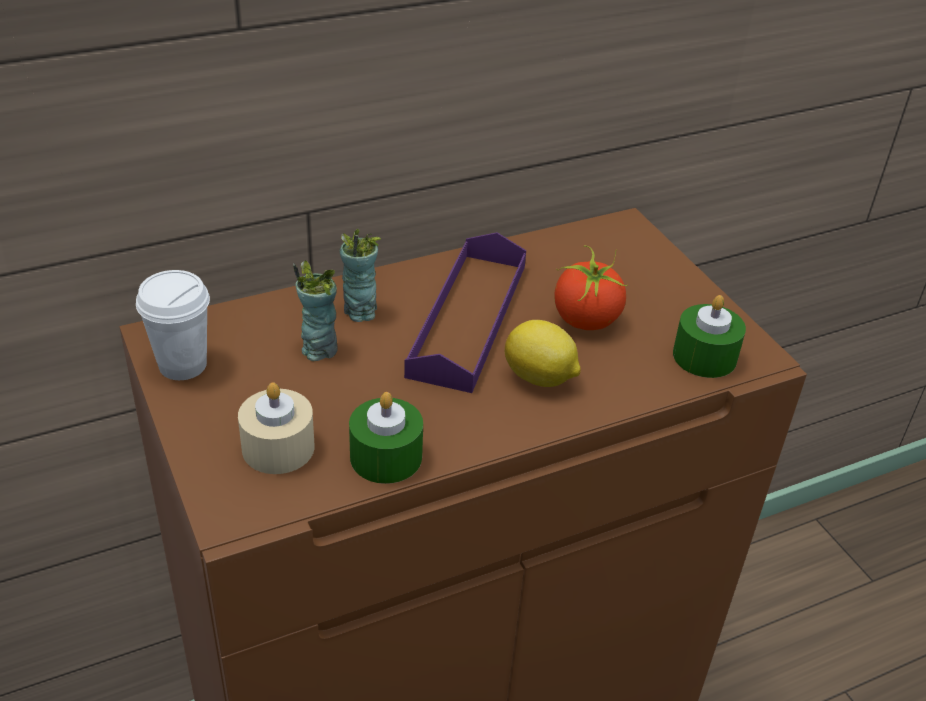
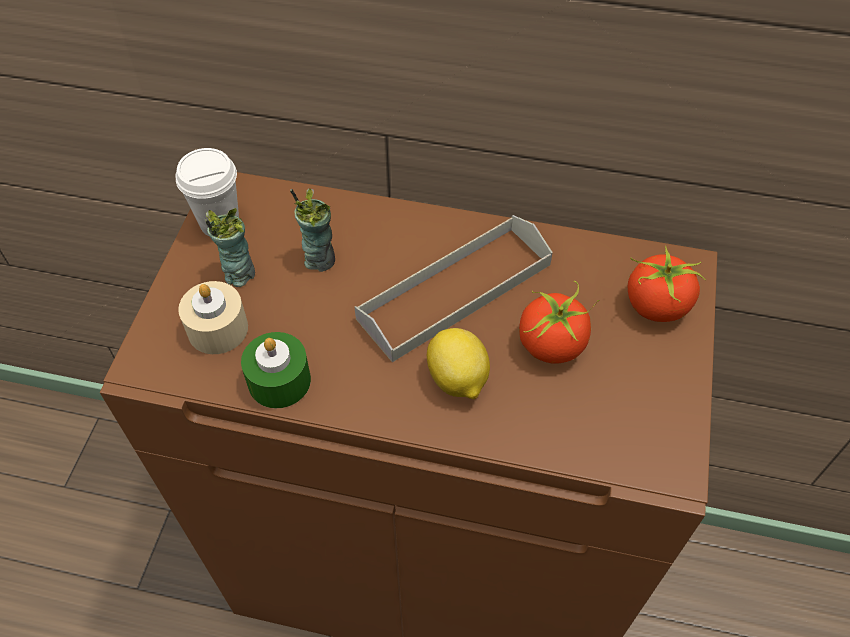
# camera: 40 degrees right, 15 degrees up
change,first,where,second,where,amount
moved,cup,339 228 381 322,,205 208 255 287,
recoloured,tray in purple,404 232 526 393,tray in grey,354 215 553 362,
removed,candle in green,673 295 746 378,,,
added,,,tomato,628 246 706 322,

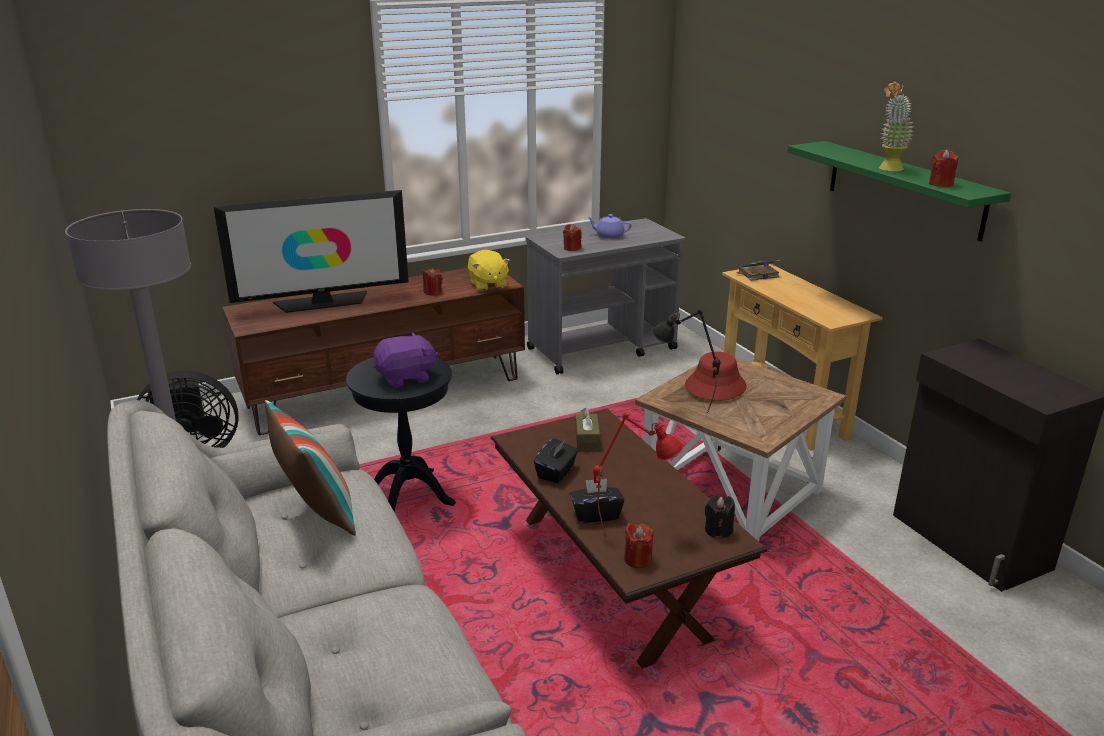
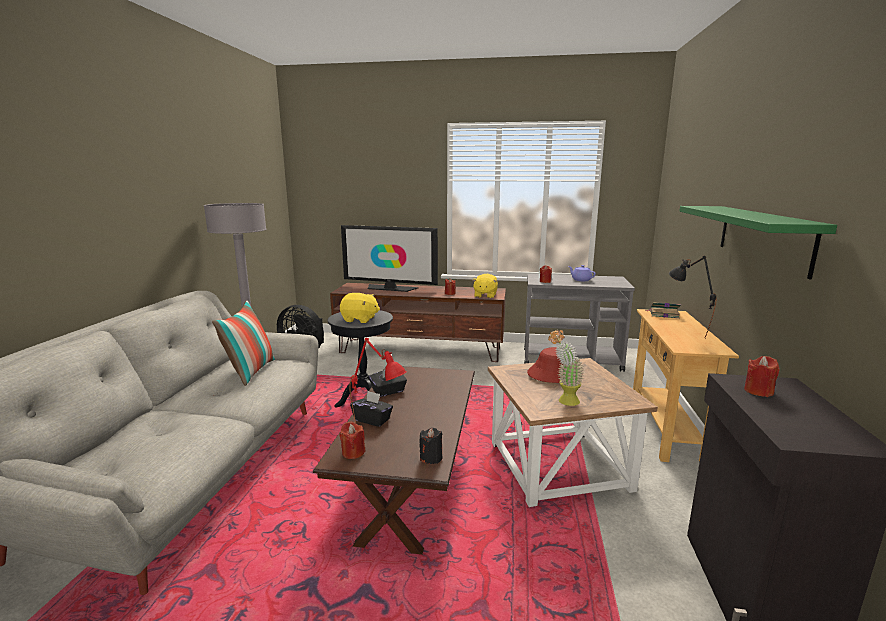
# camera: 35 degrees right, 10 degrees down
change,first,where,second,where,amount
recoloured,plush toy in purple,373 332 438 388,plush toy in yellow,340 293 380 323,
removed,tissue box in brown,575 408 600 450,,,
moved,table lamp in black,652 309 721 412,,669 255 717 338,
moved,potted plant,879 81 914 171,,548 329 584 406,
moved,candle in red,929 149 958 187,,744 356 780 397,

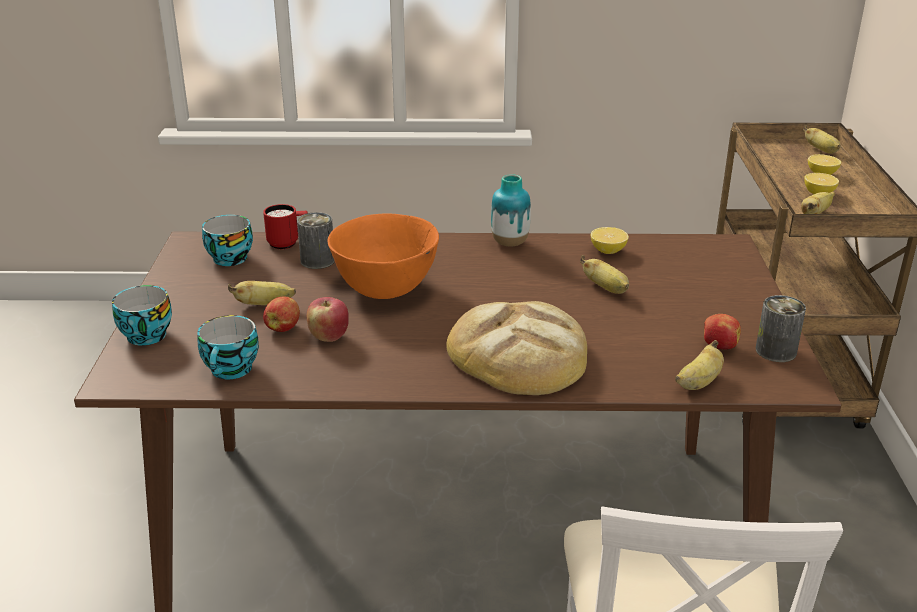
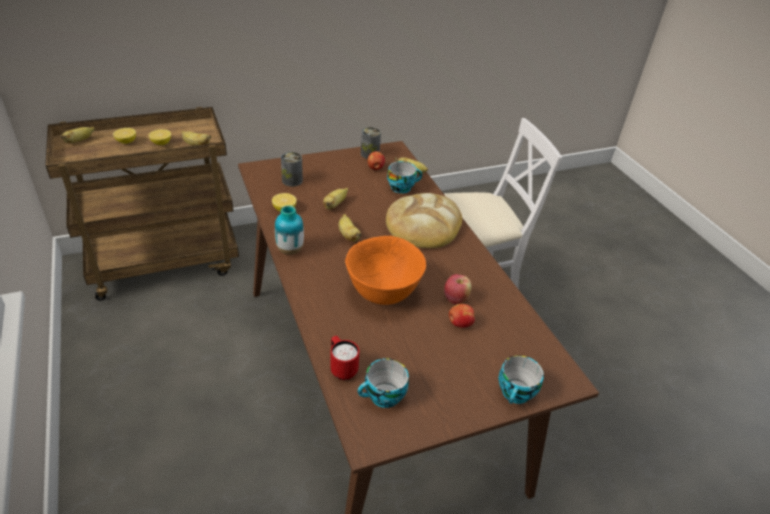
# camera: 115 degrees left, 10 degrees up
change,first,where,second,where,amount
moved,cup,197 315 259 379,,387 161 422 194,
moved,banana,228 281 296 305,,339 214 362 242,
moved,can,297 212 335 269,,281 152 303 187,

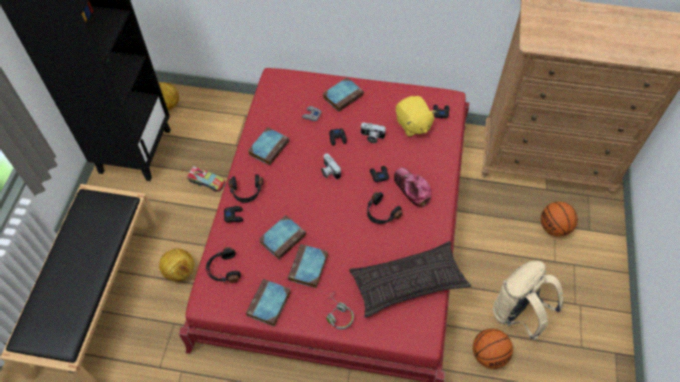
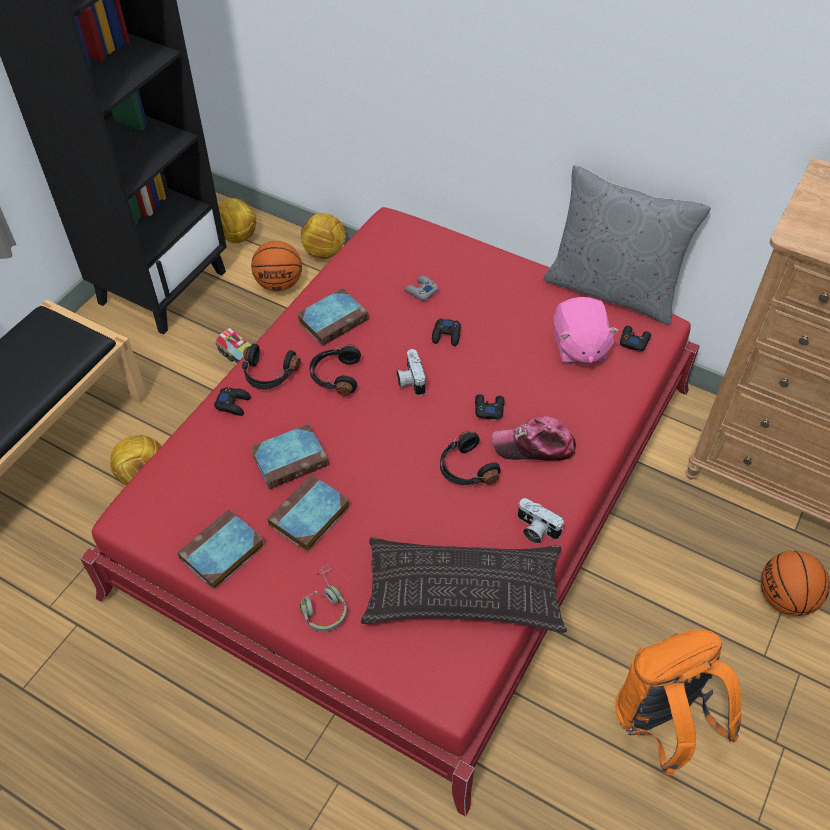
# camera: 20 degrees right, 5 degrees down
change,first,where,second,where,amount
moved,headphones in black,206 247 241 283,,309 345 361 396,
removed,book,323 77 364 112,,,
moved,photo camera,361 123 386 143,,518 498 564 544,
turned,cap,394 168 431 208,,492 416 576 461,75 degrees counterclockwise
recoloured,plush toy in yellow,396 96 436 136,plush toy in pink,554 297 619 364,
moved,basketball,473 329 513 369,,251 241 302 292,
recoloured,backpack in beige,493 261 563 340,backpack in orange,615 629 741 776,
added,,,football,301 213 346 259,
added,,,pillow in grey,543 165 711 325,

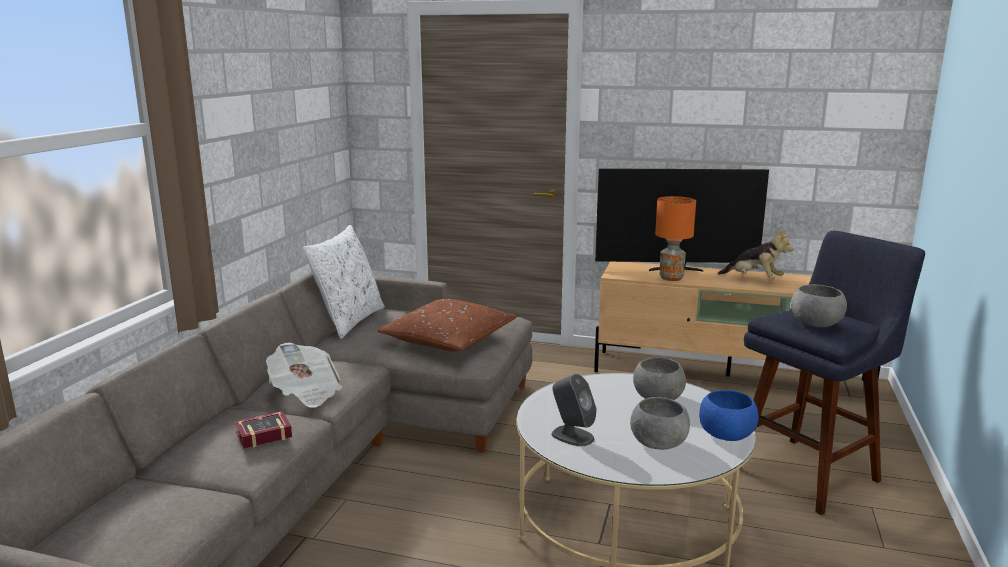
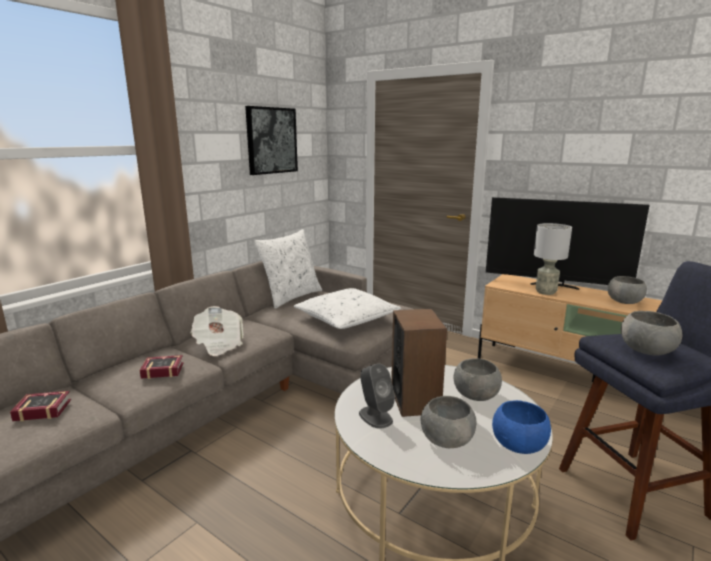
# camera: 20 degrees right, 0 degrees up
change,first,where,second,where,amount
recoloured,pillow in brown,377 299 517 351,pillow in white,294 288 401 329,
recoloured,table lamp in orange,655 196 696 281,table lamp in grey,534 223 572 295,
replaced,plush toy,718 230 793 279,bowl in grey,607 276 647 304,
added,,,book,10 391 71 421,
added,,,picture,245 106 298 175,
added,,,speaker,391 309 447 417,

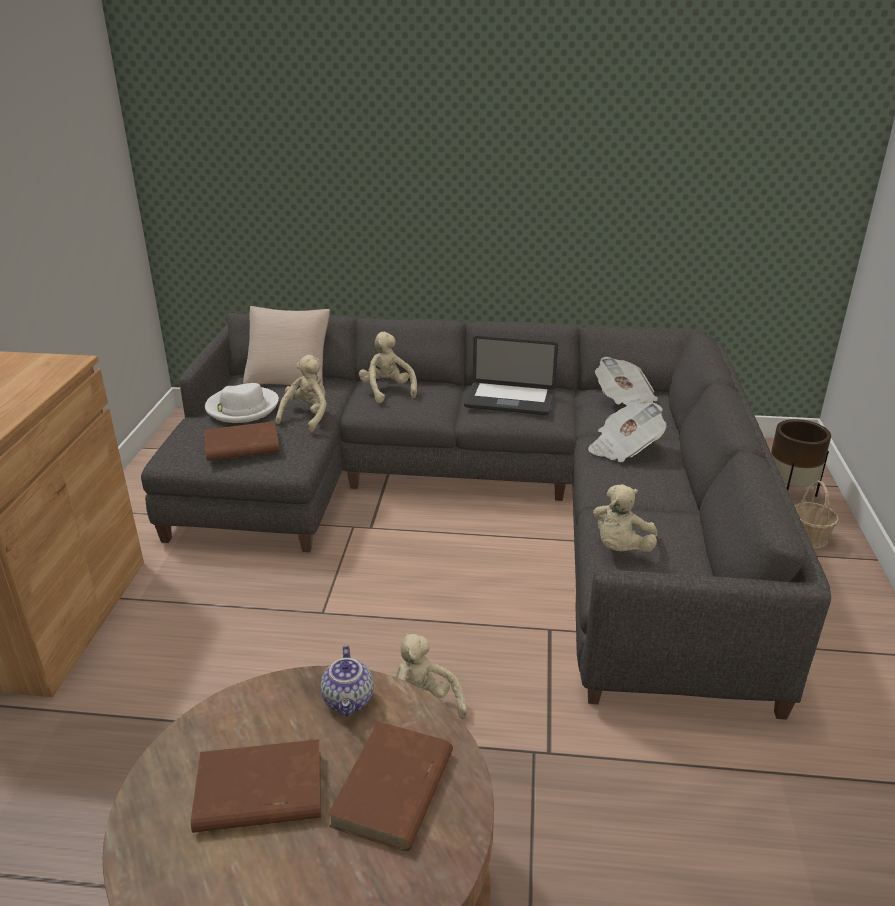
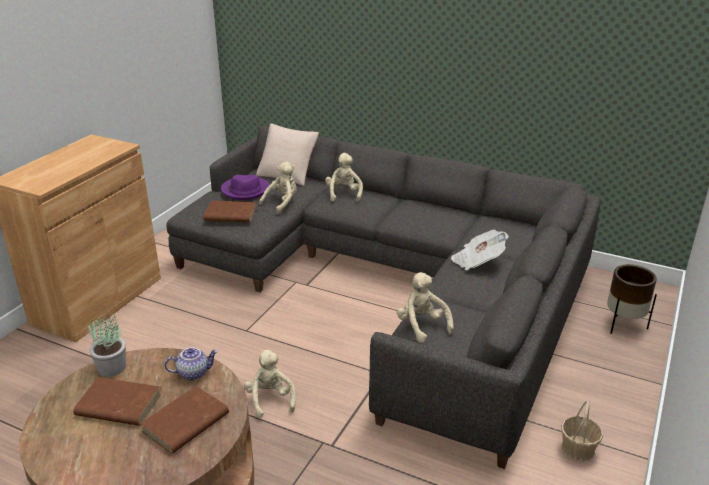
# camera: 20 degrees right, 0 degrees up
change,first,where,second,where,amount
recoloured,hat in white,205 383 279 423,hat in purple,221 175 269 200,
turned,teapot,321 645 374 717,,164 348 218 380,120 degrees counterclockwise
removed,laptop,464 336 558 415,,,
turned,plush toy in beige,593 484 657 552,,397 272 454 343,105 degrees clockwise
removed,newspaper,595 357 658 406,,,
moved,basket,795 480 839 549,,561 400 603 462,
added,,,potted plant,87 315 126 377,

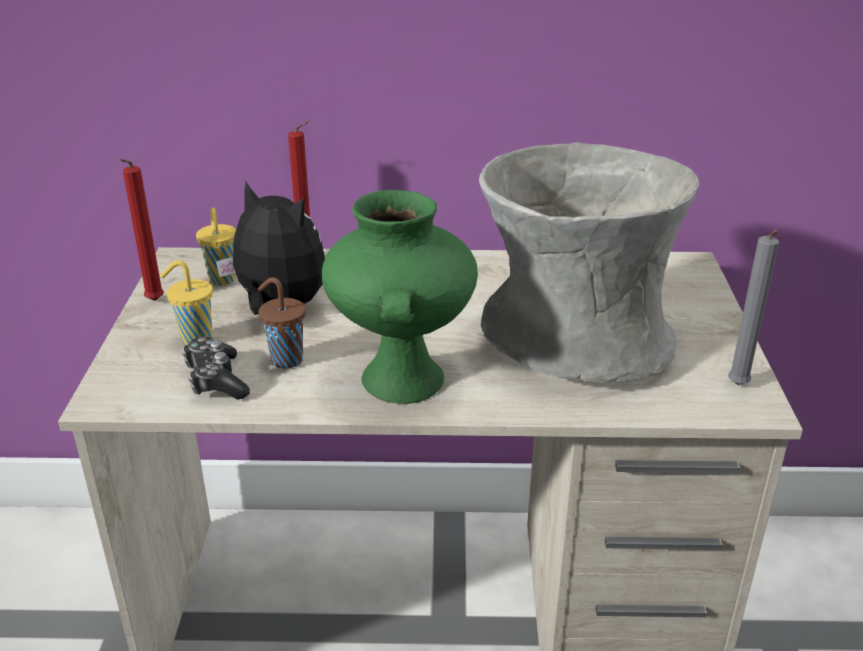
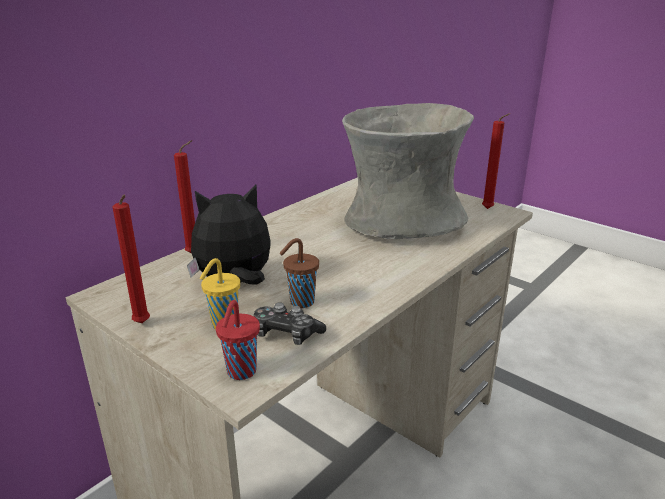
# camera: 50 degrees left, 5 degrees down
change,first,where,second,where,amount
removed,cup in yellow,196 207 236 286,,,
removed,vase in green,322 190 478 404,,,
recoloured,candle in grey,728 230 779 385,candle in red,482 113 510 209,
added,,,cup in red,216 300 260 380,

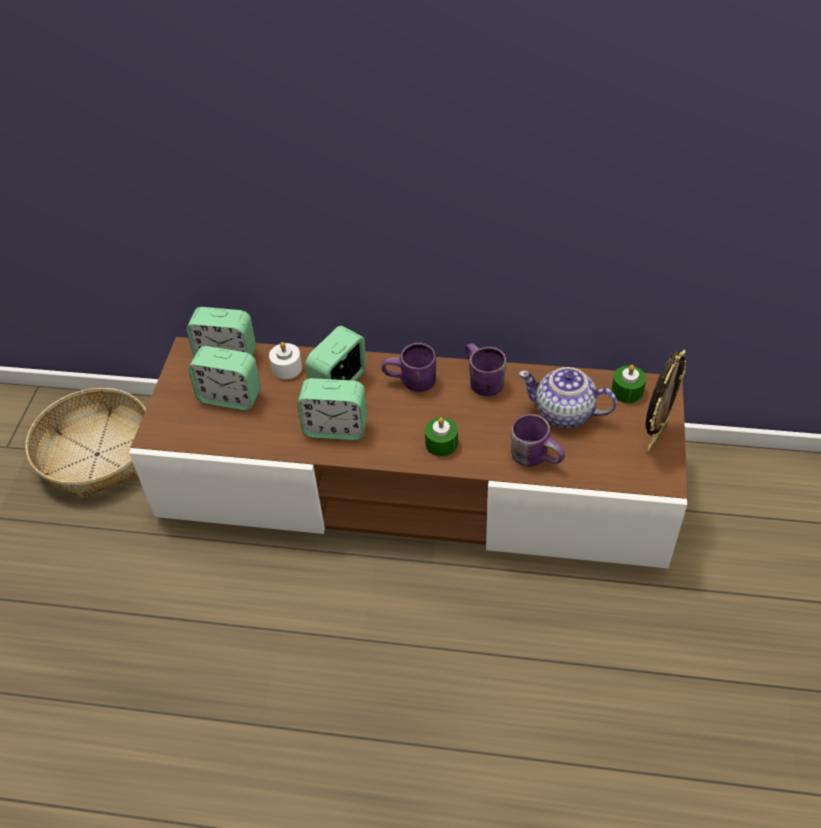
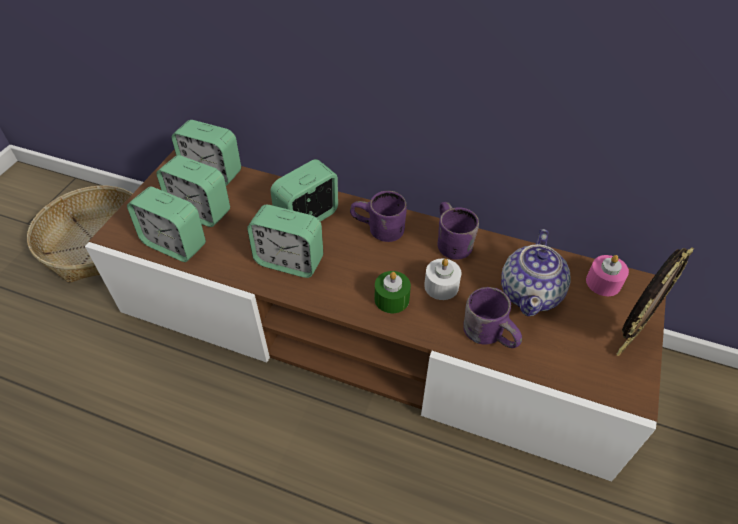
# camera: 10 degrees right, 0 degrees up
change,first,where,second,where,amount
moved,candle in white,269 342 302 379,,424 259 461 300,
turned,teapot,519 367 617 428,,501 229 571 316,105 degrees counterclockwise
recoloured,candle in green,611 365 646 403,candle in pink,586 255 629 296,
added,,,alarm clock,127 187 206 262,

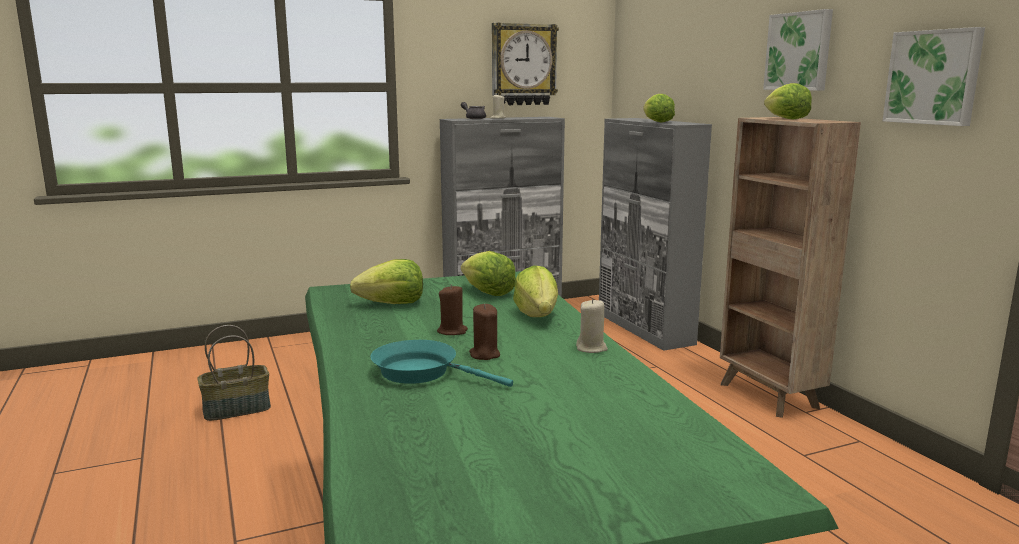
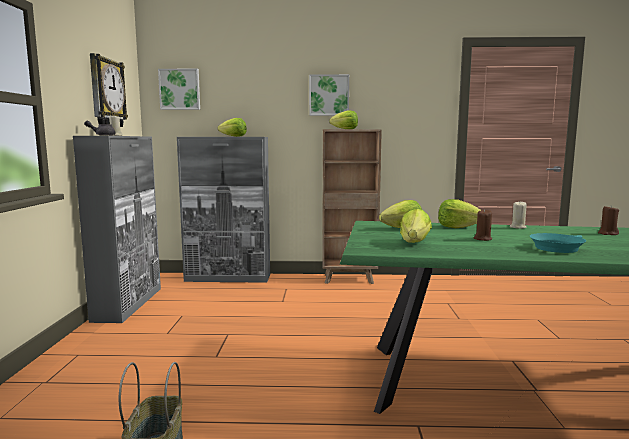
# camera: 65 degrees left, 5 degrees down
change,first,where,second,where,amount
moved,candle in brown,469 304 500 360,,598 206 619 235,
moved,picture,883 27 985 126,,158 69 200 110,

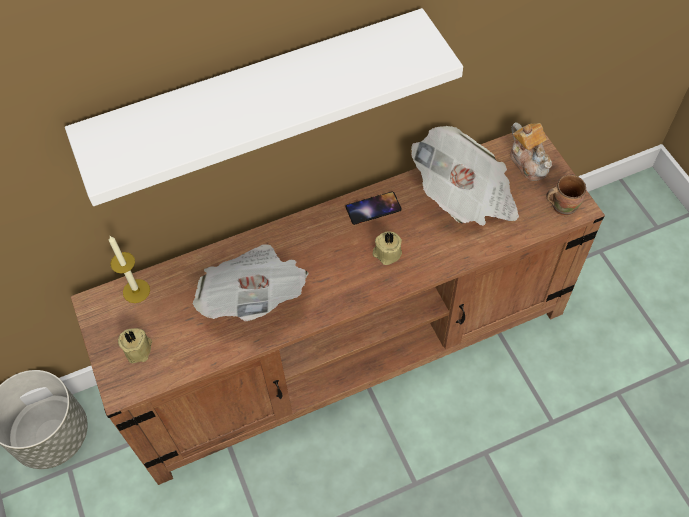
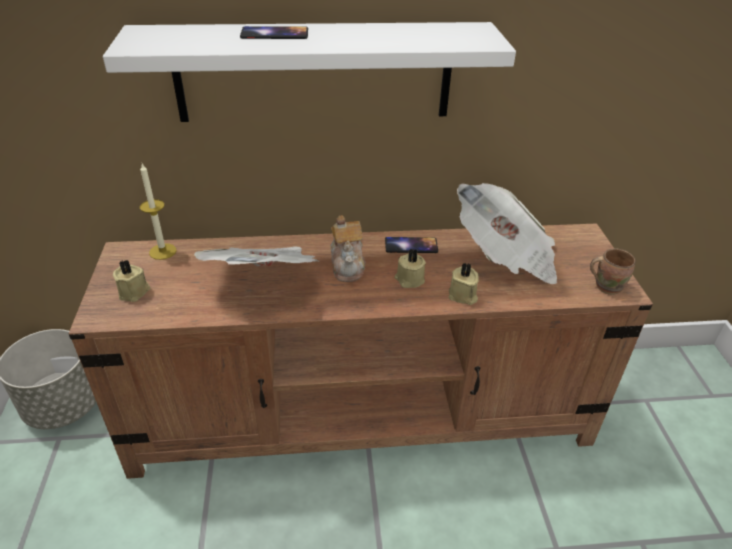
# camera: 15 degrees right, 20 degrees down
change,first,where,second,where,amount
moved,teapot,510 123 552 181,,331 215 366 282,
added,,,phone,240 26 308 39,
added,,,candle in beige,449 263 478 305,

